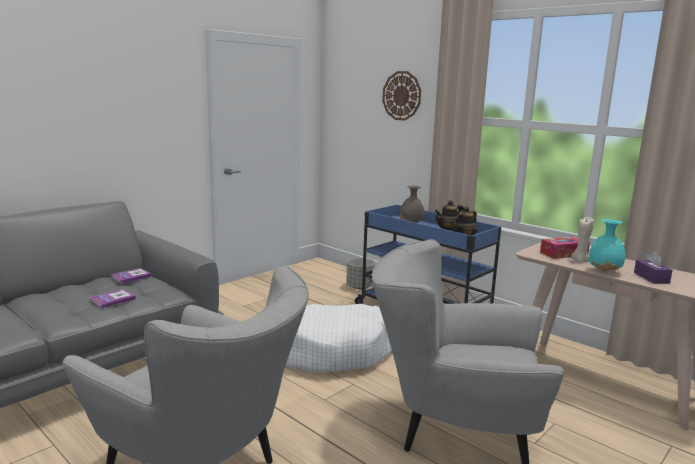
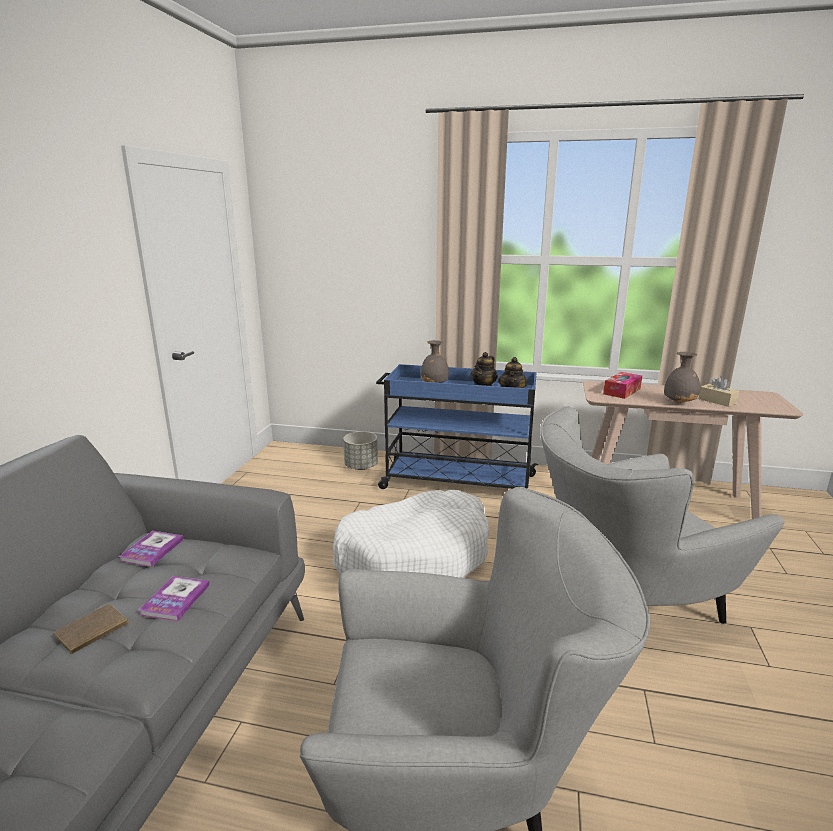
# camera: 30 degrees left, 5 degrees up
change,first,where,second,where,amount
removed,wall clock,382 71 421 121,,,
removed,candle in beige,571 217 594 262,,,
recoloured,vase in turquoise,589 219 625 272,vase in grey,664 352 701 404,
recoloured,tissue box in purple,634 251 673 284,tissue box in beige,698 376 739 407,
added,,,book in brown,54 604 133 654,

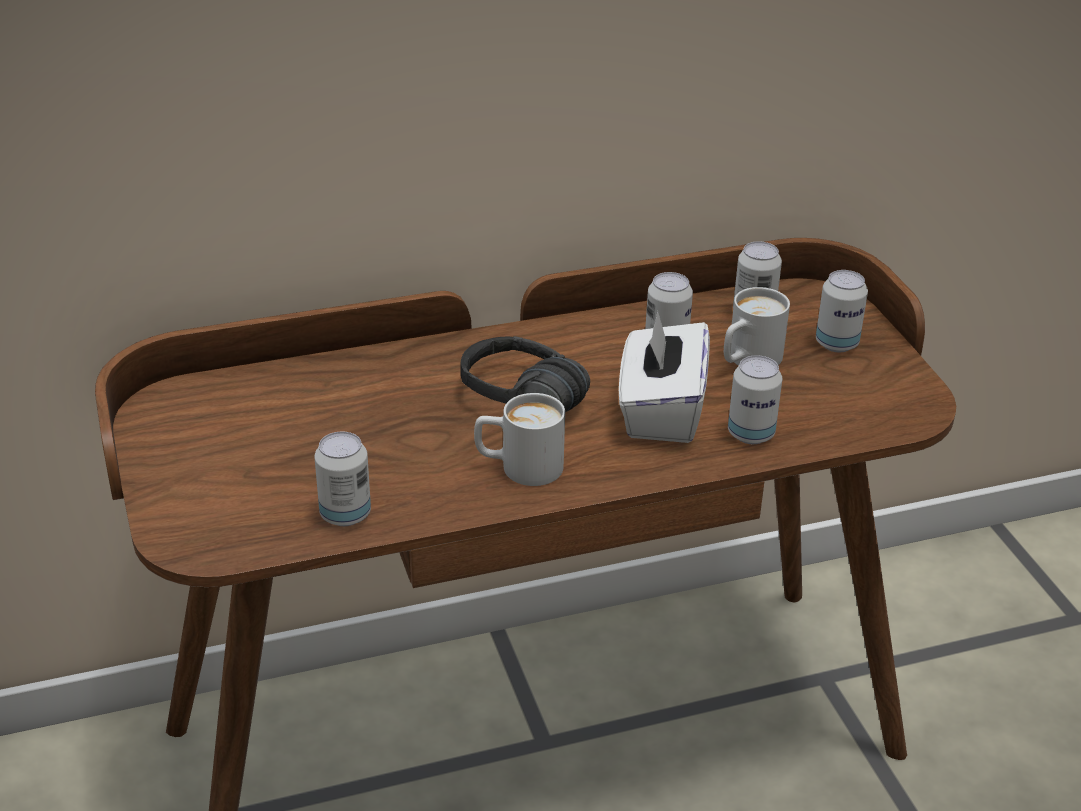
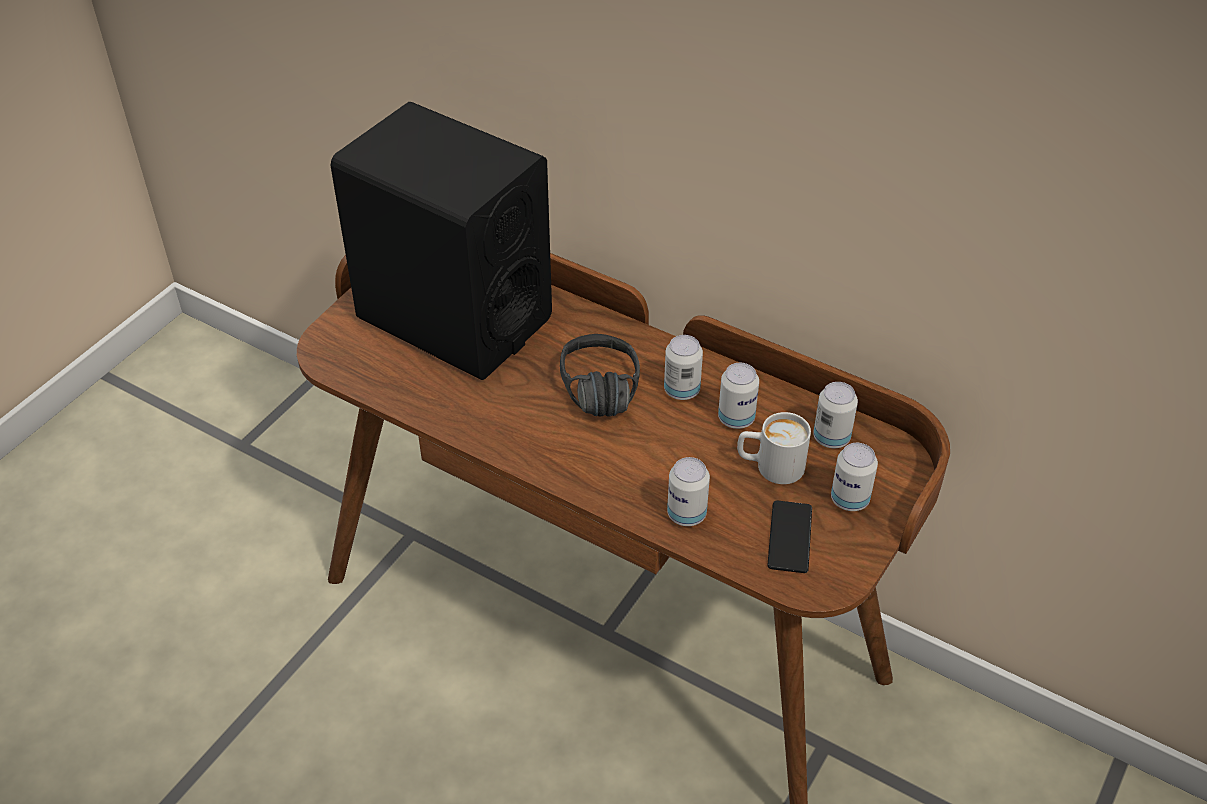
# camera: 50 degrees right, 10 degrees up
change,first,where,second,where,amount
moved,can,314 432 371 526,,664 335 703 400,
removed,mug in white,474 393 565 486,,,
removed,tissue box in white,619 311 710 443,,,
added,,,speaker in black,330 102 552 380,
added,,,phone,768 500 812 573,

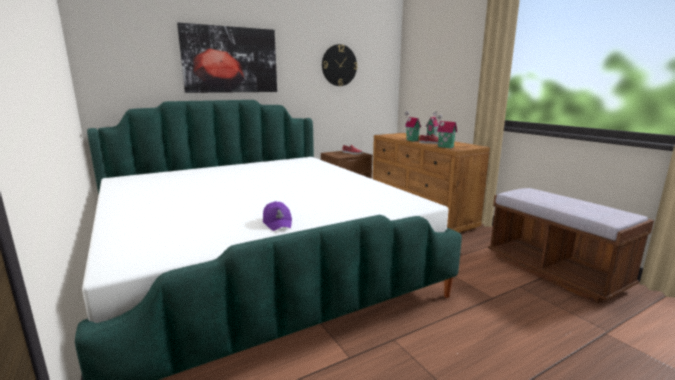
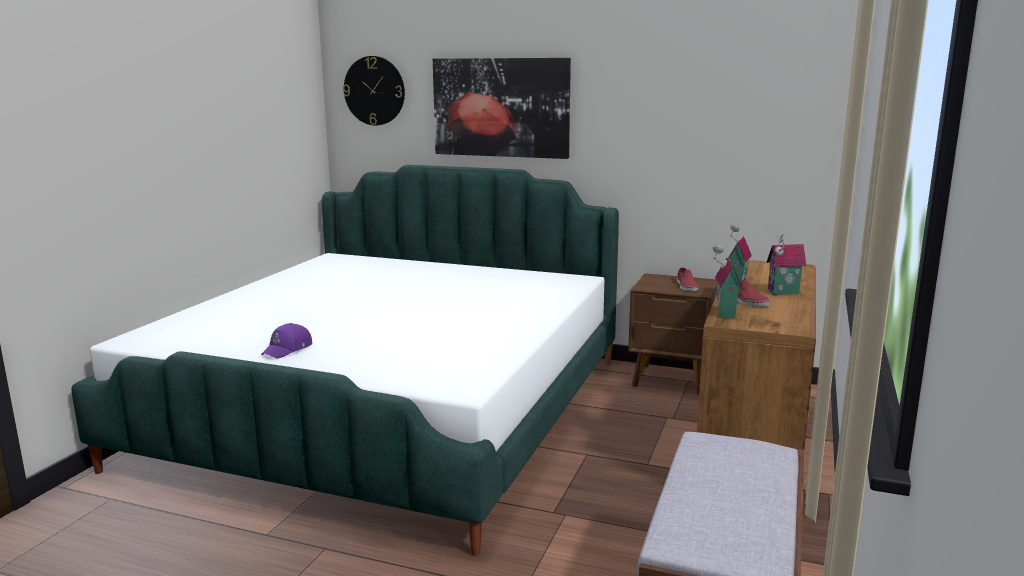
# camera: 50 degrees right, 0 degrees up
change,first,where,second,where,amount
moved,wall clock,322 44 357 86,,343 56 405 126,

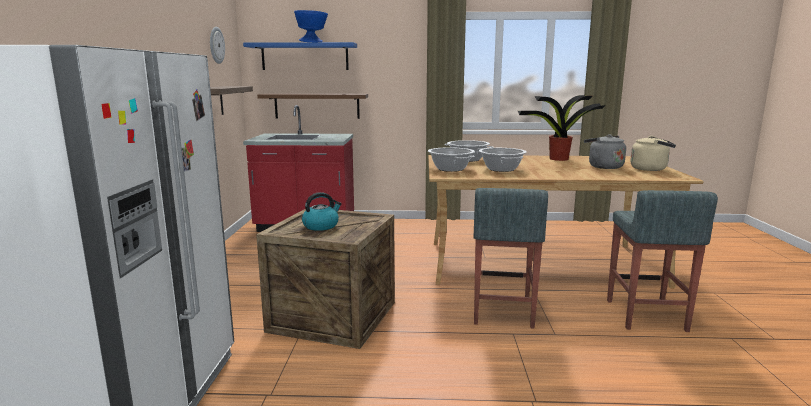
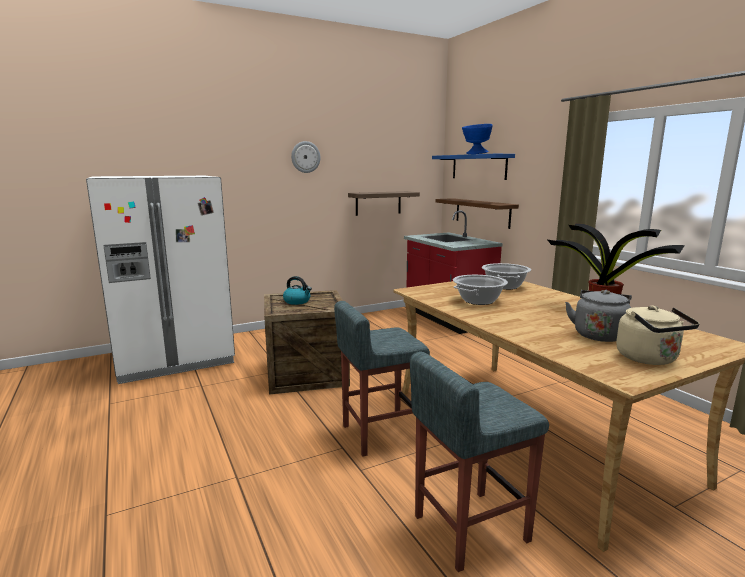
# camera: 60 degrees right, 0 degrees up
change,first,where,second,where,amount
moved,wall clock,210 27 225 64,,291 141 320 173,
removed,cooking pot,428 147 475 172,,,

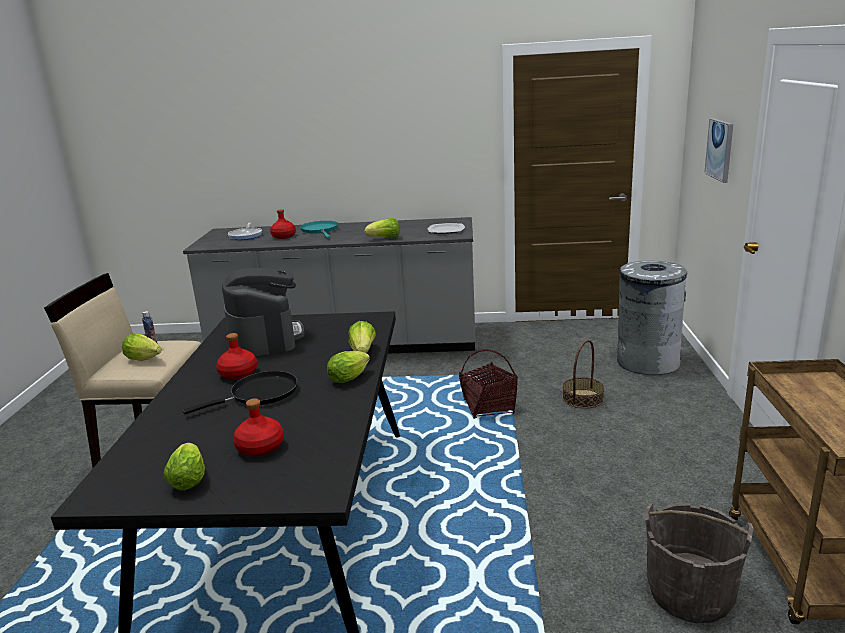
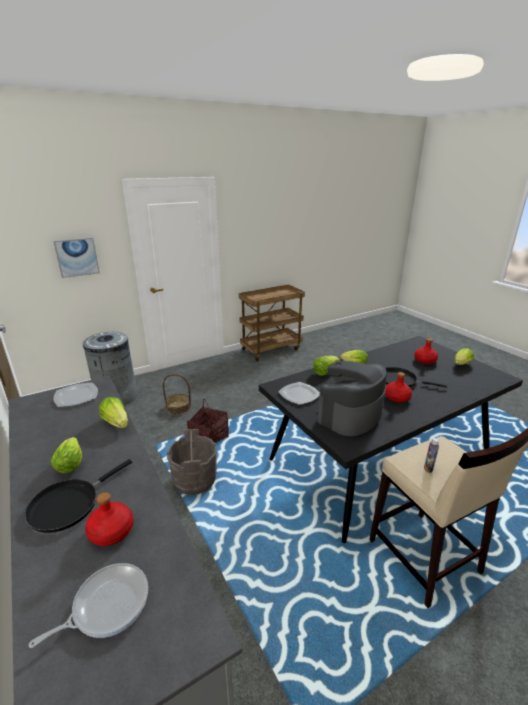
# camera: 125 degrees left, 5 degrees up
change,first,where,second,where,amount
moved,lettuce,122 333 162 361,,51 437 82 473,
recoloured,frying pan in turquoise,300 221 338 238,frying pan in black,25 459 132 533,
moved,bucket in grey,644 503 754 623,,167 429 217 495,
added,,,plate,278 382 320 405,

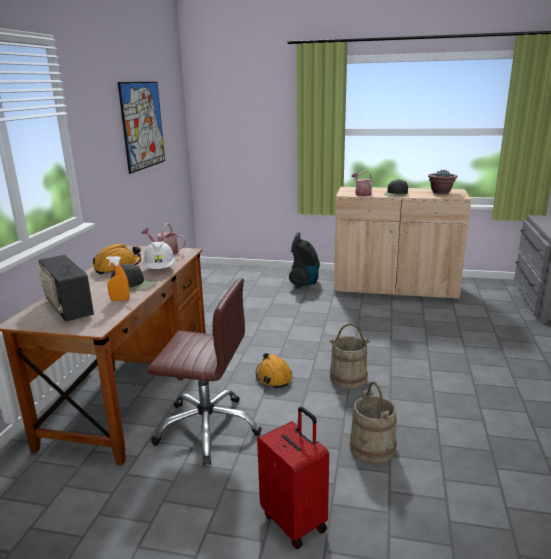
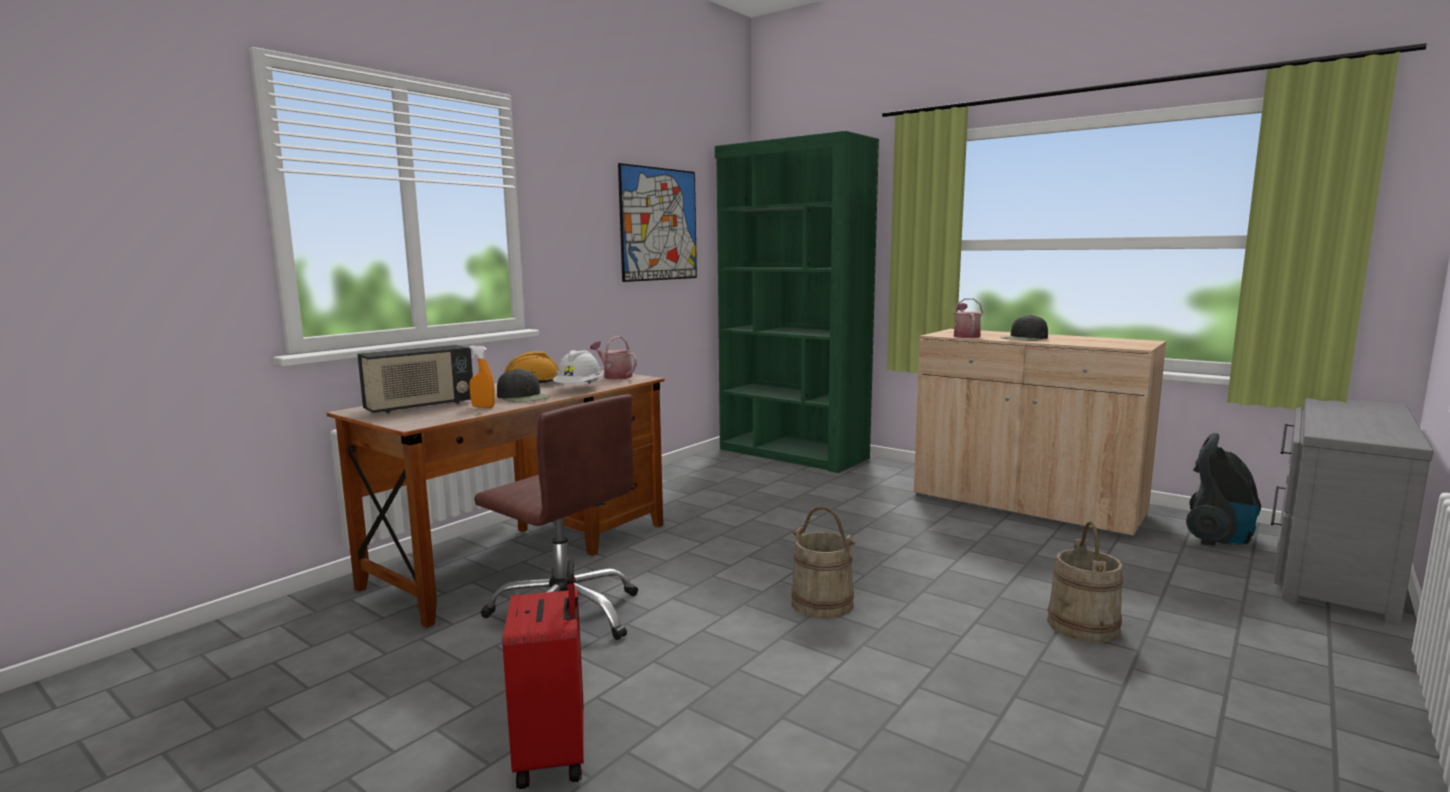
# camera: 25 degrees right, 10 degrees down
change,first,where,second,where,amount
turned,radio,38 255 94 322,,357 345 473 414,120 degrees counterclockwise
removed,hard hat in orange,256 353 292 388,,,
moved,vacuum cleaner,289 232 320 287,,1186 433 1261 546,
moved,bucket in beige,350 382 397 464,,1047 521 1123 643,
removed,potted plant,428 169 457 194,,,
added,,,bookcase in green,715 131 879 473,

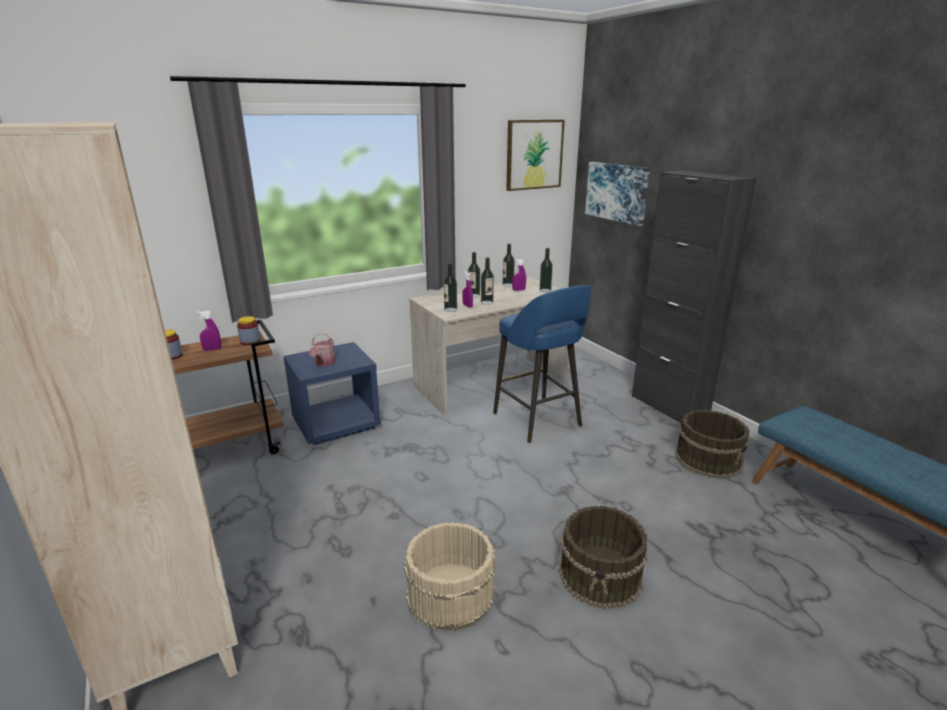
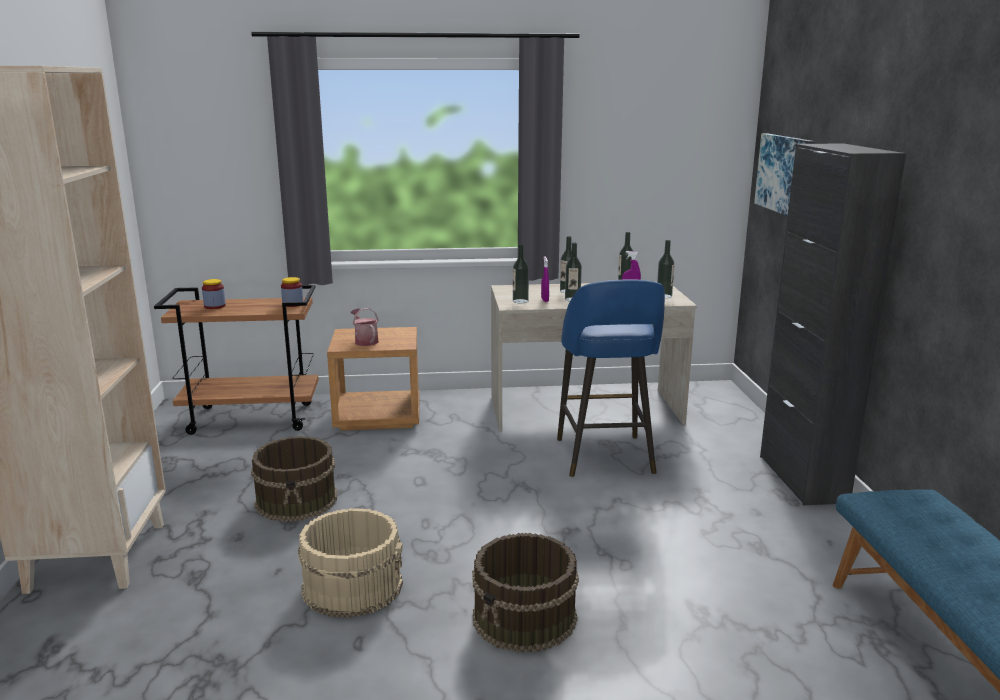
# camera: 25 degrees right, 5 degrees down
change,first,where,second,where,amount
removed,spray bottle in purple,197 310 221 351,,,
recoloured,nightstand in blue,283 342 381 445,nightstand in brown,327 327 419 431,
turned,watering can,309 333 336 366,,351 308 379 346,120 degrees clockwise
removed,picture,506 120 565 191,,,
moved,bucket in brown,675 409 750 479,,251 436 337 522,

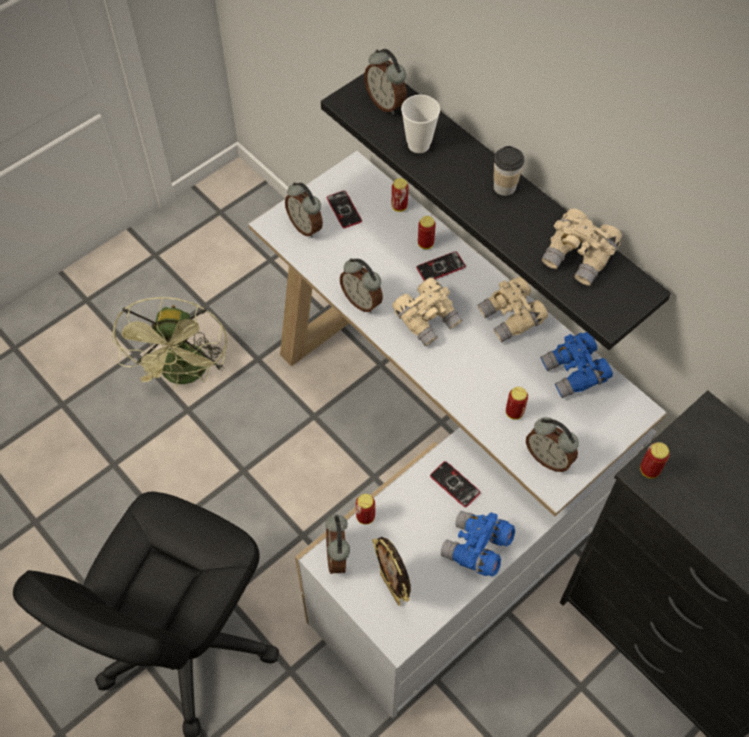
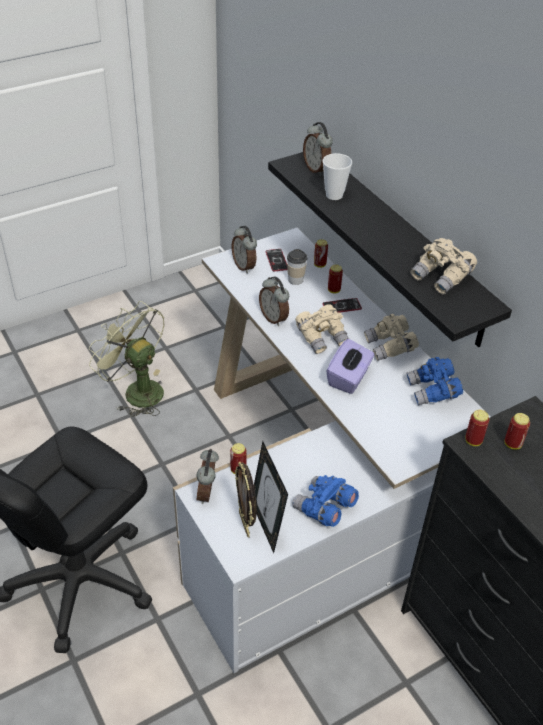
# camera: 10 degrees right, 15 degrees down
change,first,where,second,where,amount
turned,fan in green,111 296 227 388,,89 301 164 417,120 degrees clockwise
removed,phone,430 461 481 507,,,
moved,cup,494 146 524 196,,287 249 307 285,
moved,can,506 387 528 420,,504 413 530 450,
removed,alarm clock,526 417 579 472,,,
added,,,picture frame,254 441 288 553,
added,,,tissue box in purple,326 339 374 394,

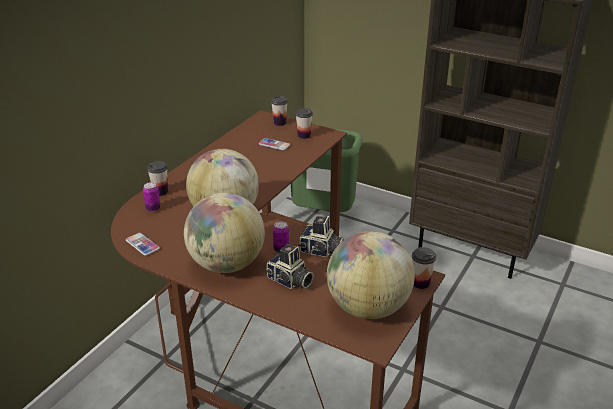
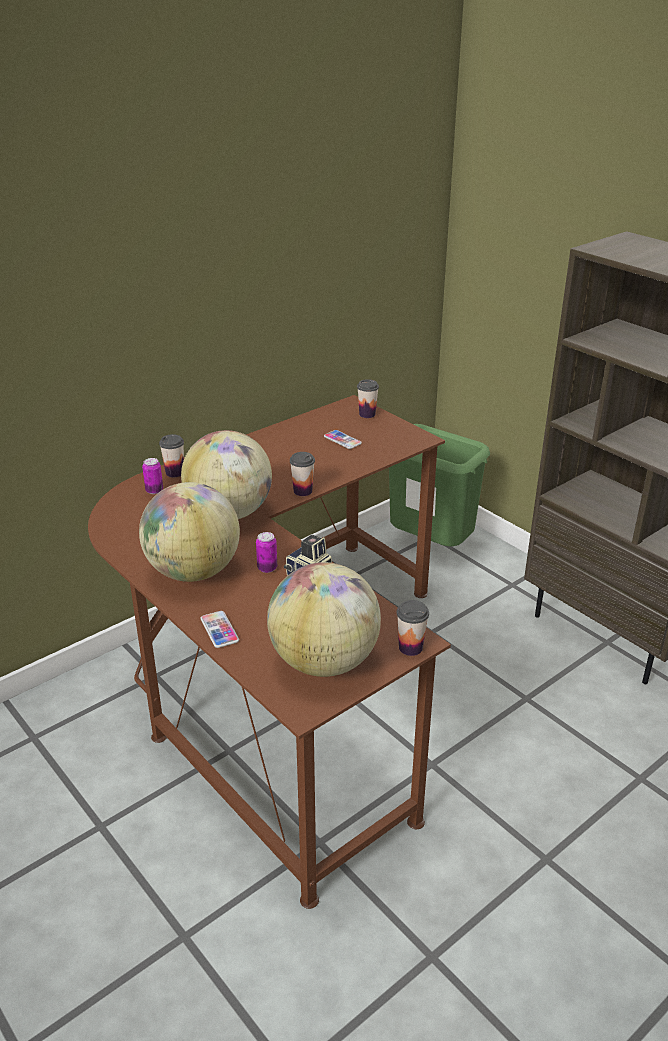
# camera: 20 degrees right, 0 degrees up
change,first,where,second,where,amount
moved,phone,126 233 160 256,,201 611 239 648,
removed,photo camera,265 244 314 289,,,
moved,cup,295 108 313 139,,290 452 315 496,

